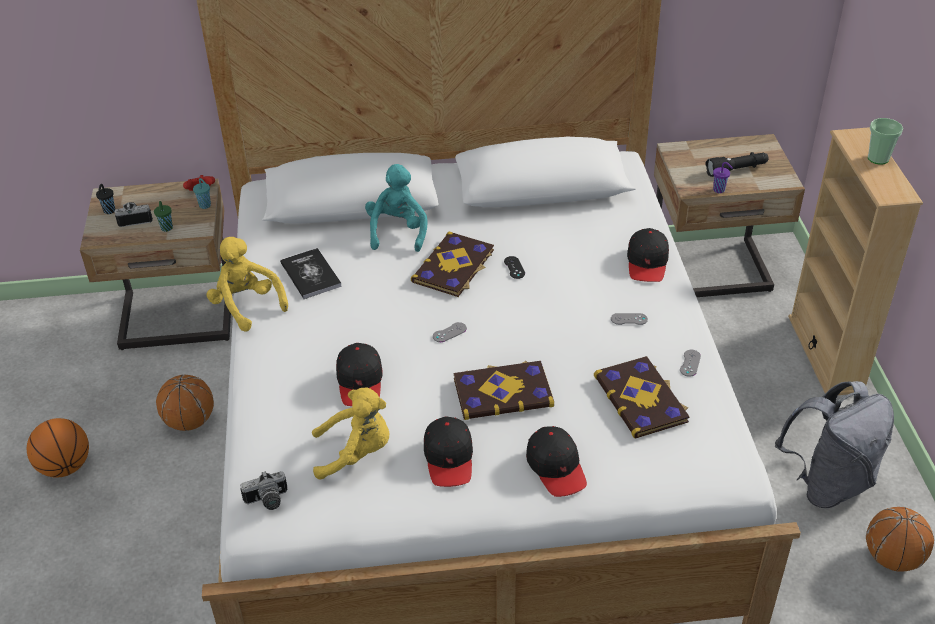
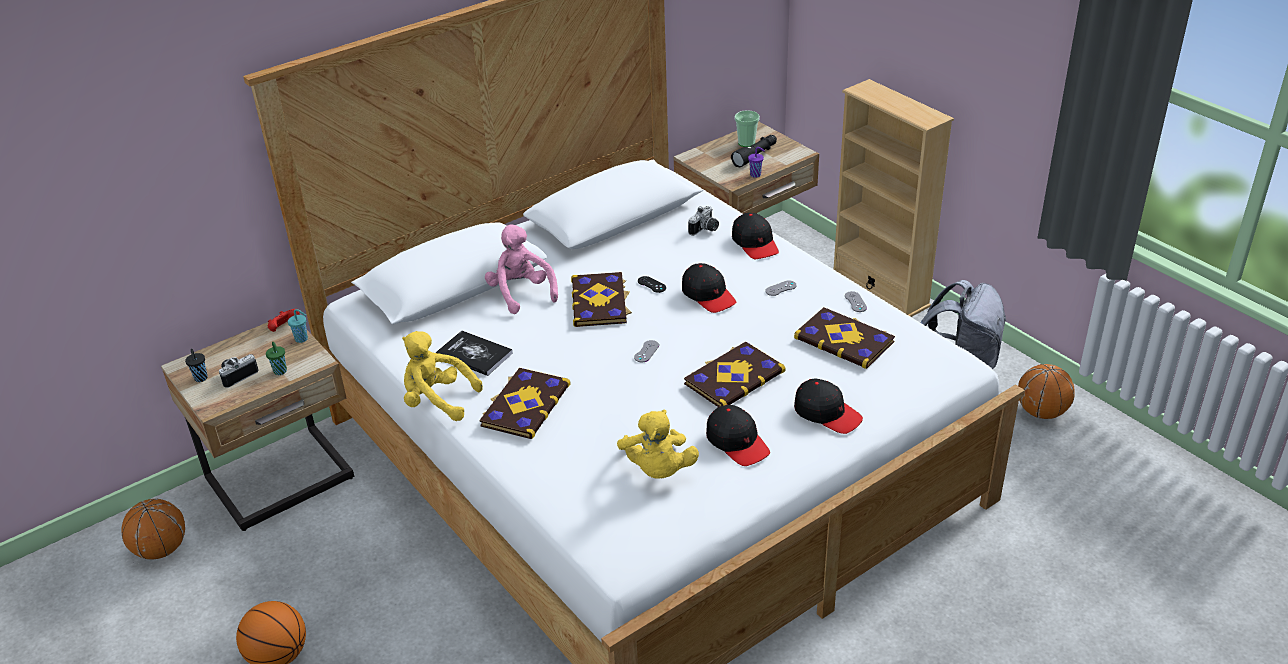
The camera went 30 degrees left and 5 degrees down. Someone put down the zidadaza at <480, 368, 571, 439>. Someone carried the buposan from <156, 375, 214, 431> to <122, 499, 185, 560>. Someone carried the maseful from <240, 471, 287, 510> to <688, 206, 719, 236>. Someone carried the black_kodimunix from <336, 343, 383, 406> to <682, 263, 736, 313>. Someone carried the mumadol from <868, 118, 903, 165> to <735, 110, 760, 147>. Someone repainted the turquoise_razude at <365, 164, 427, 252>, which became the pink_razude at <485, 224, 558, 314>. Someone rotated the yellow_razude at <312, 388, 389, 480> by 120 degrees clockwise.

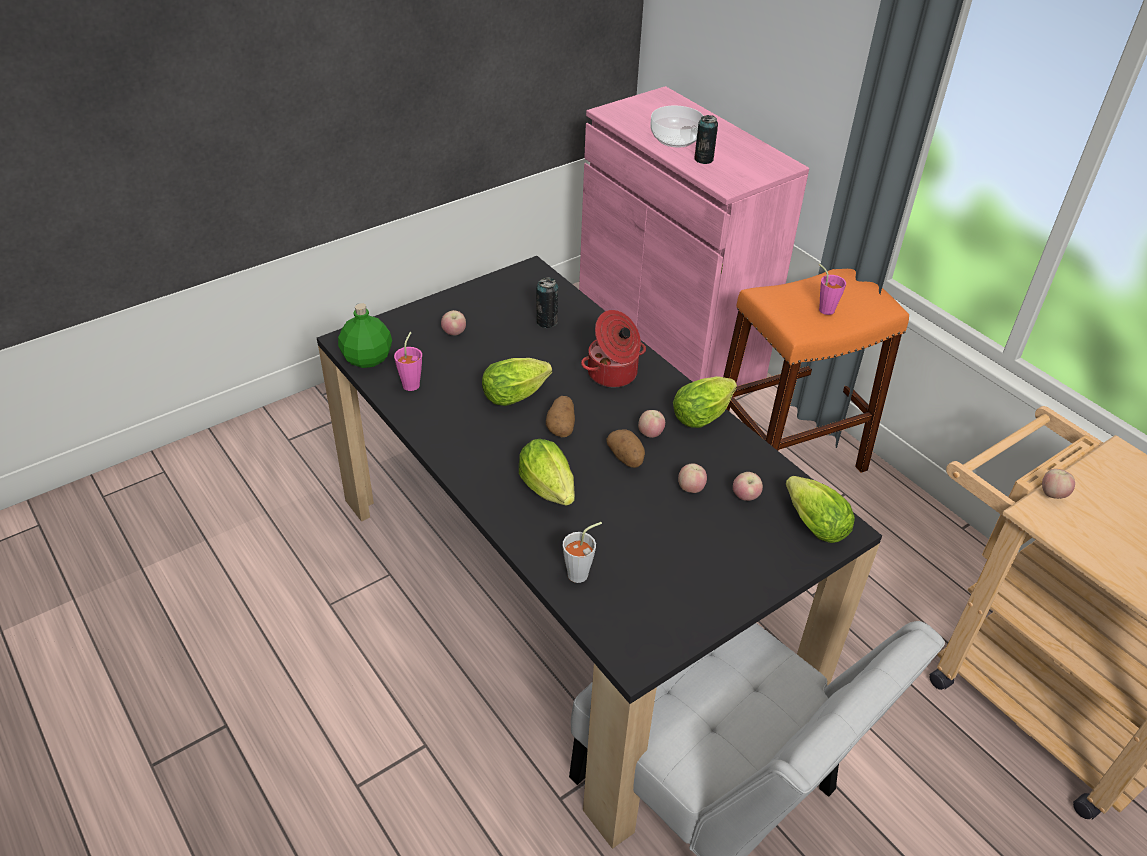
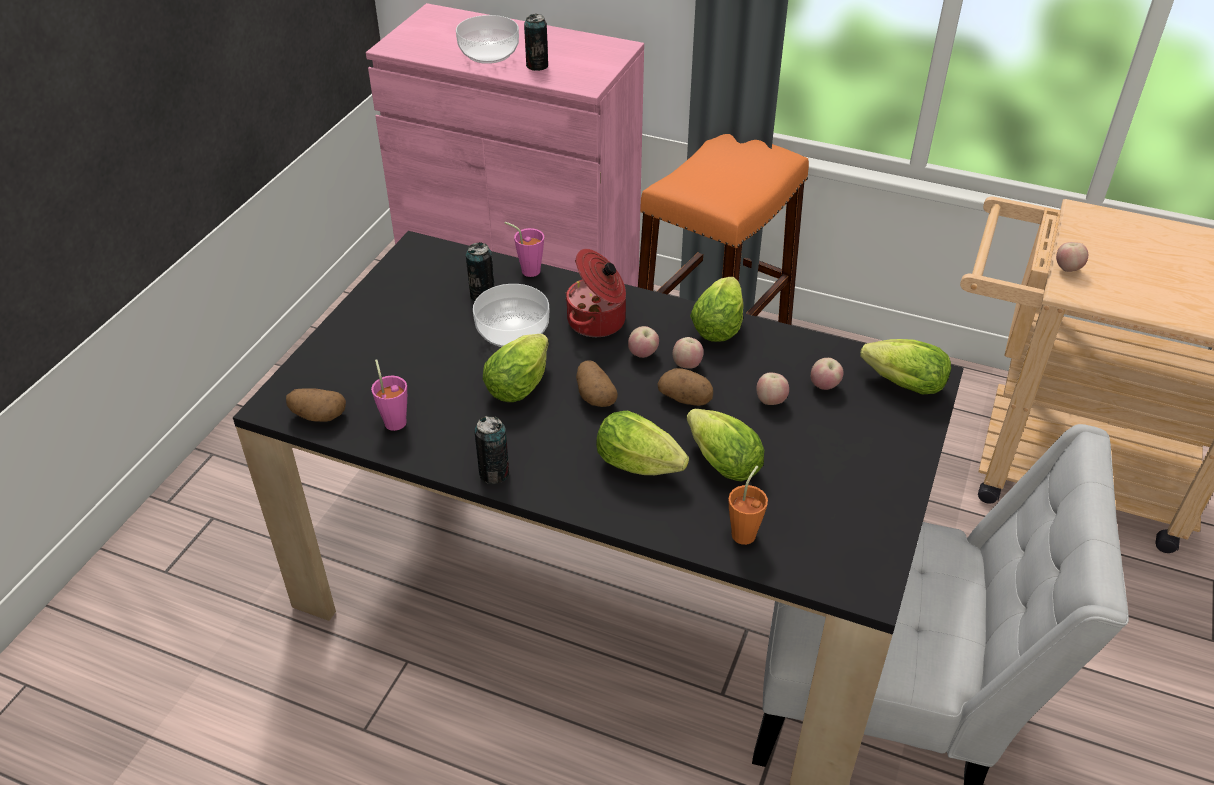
The camera went 30 degrees left and 0 degrees up. Someone put down the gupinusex at <473, 284, 549, 347>. Someone put down the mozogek at <475, 416, 510, 484>. Someone put down the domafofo at <687, 409, 765, 481>. Someone carried the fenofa from <441, 310, 466, 335> to <628, 326, 659, 358>. Someone carried the pink_mumadol from <819, 264, 846, 315> to <505, 222, 544, 277>. Someone swapped the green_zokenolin at <338, 303, 392, 368> for the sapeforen at <286, 388, 346, 422>. Someone repainted the grey_mumadol at <563, 522, 602, 583>, which became the orange_mumadol at <728, 466, 768, 545>.

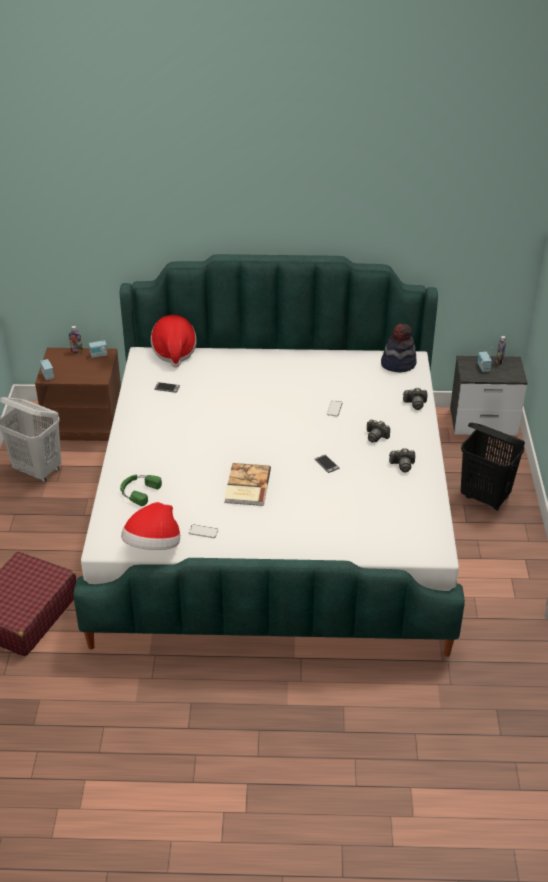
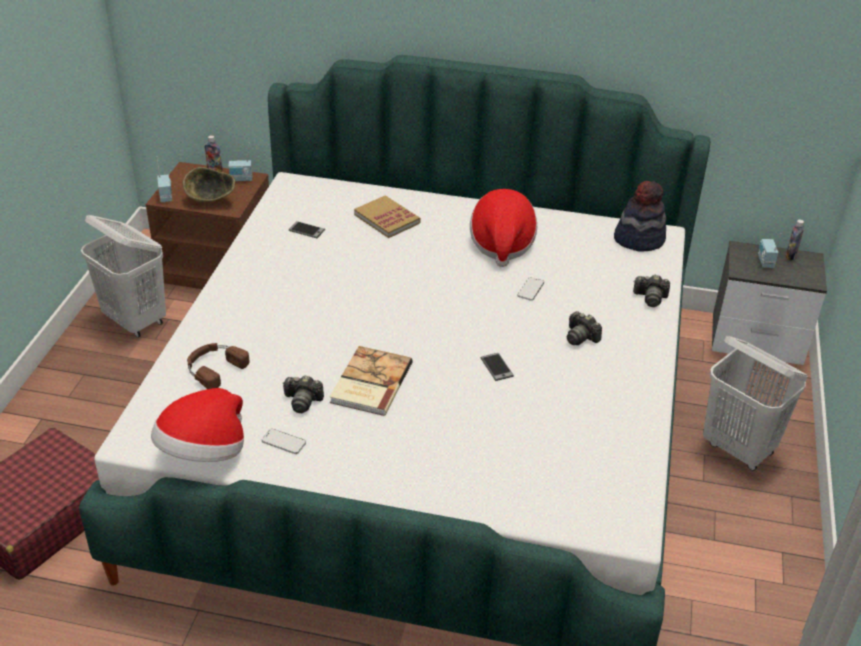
The camera went 10 degrees right and 0 degrees up. Someone put down the gupinusex at <183, 167, 235, 203>. Someone put down the zidadaza at <354, 195, 421, 238>. Someone carried the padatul from <151, 315, 197, 367> to <470, 189, 537, 267>. Someone carried the maseful from <389, 448, 415, 472> to <283, 375, 324, 413>. Someone repainted the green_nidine at <120, 475, 162, 506>, which became the brown_nidine at <187, 343, 249, 389>. Someone repainted the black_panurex at <461, 422, 525, 511>, which became the white_panurex at <703, 336, 808, 471>.

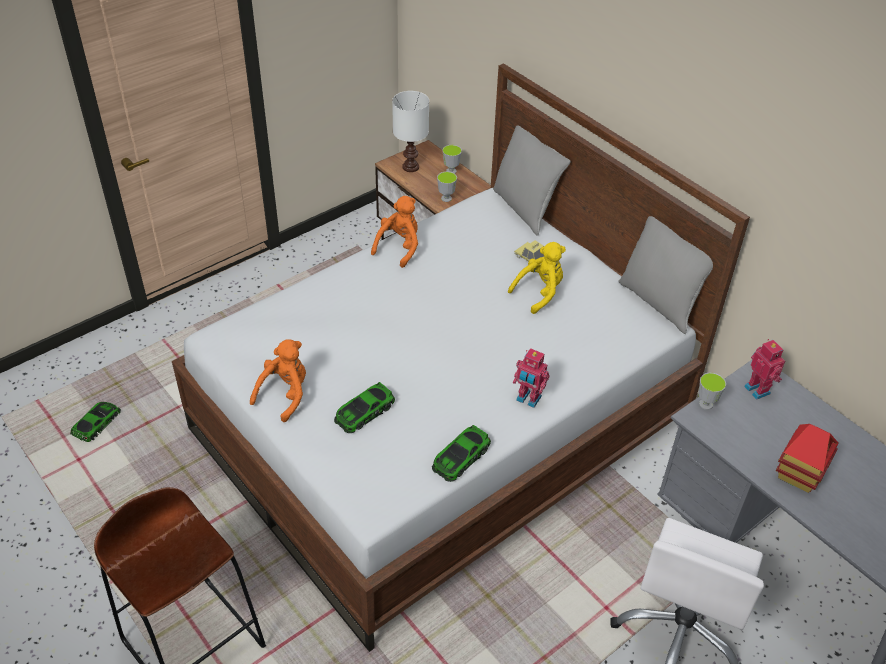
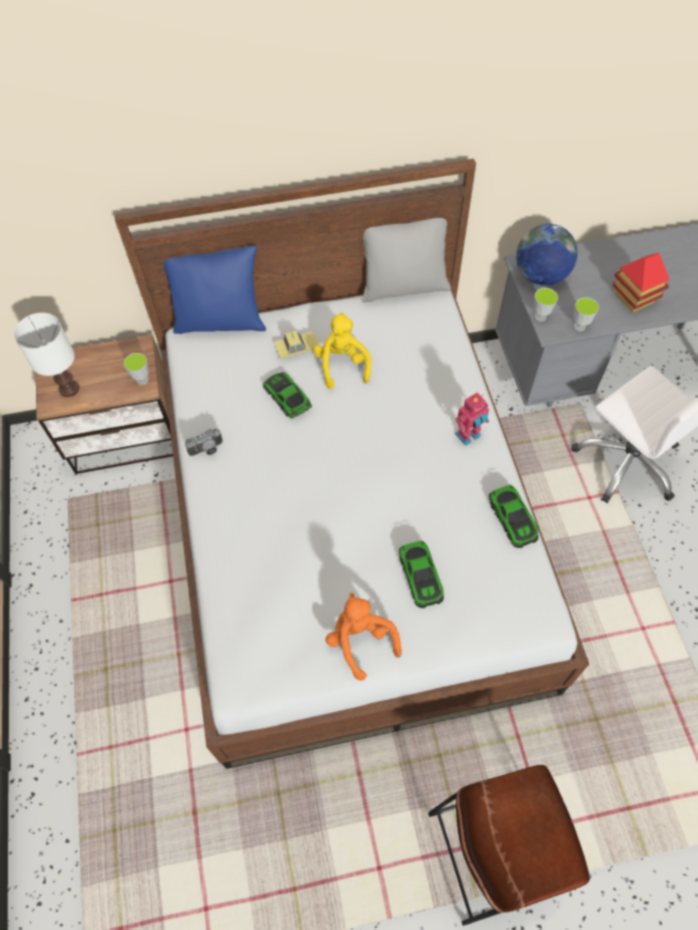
The camera went 60 degrees left and 15 degrees up. Someone carried the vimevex from <70, 402, 121, 442> to <263, 372, 312, 419>. Someone carried the mumadol from <442, 145, 462, 174> to <573, 297, 599, 331>. Someone swapped the orange_razude at <371, 196, 418, 268> for the maseful at <185, 428, 223, 456>. Someone swapped the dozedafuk at <744, 339, 785, 400> for the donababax at <516, 224, 578, 286>. Someone repainted the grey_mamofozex at <493, 126, 571, 236>, which became the blue_mamofozex at <164, 245, 266, 334>.

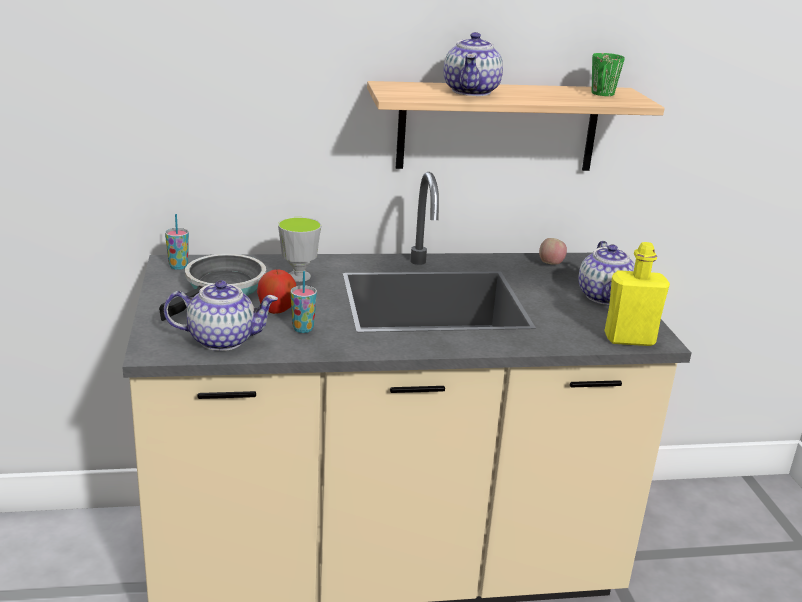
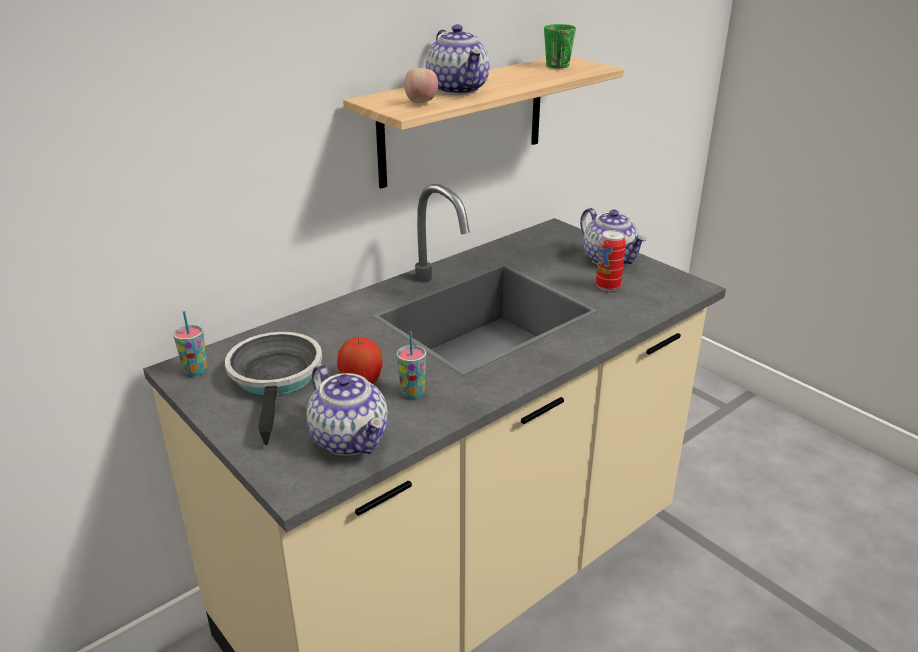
The camera went 30 degrees left and 5 degrees up. Someone took away the mumadol at <278, 217, 322, 282>. Someone took away the yellow_zokenolin at <604, 242, 670, 346>. Someone put down the mozogek at <596, 230, 626, 291>. Someone carried the fenofa from <539, 238, 567, 265> to <404, 68, 438, 103>. Someone rotated the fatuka at <164, 280, 278, 351> by 90 degrees clockwise.

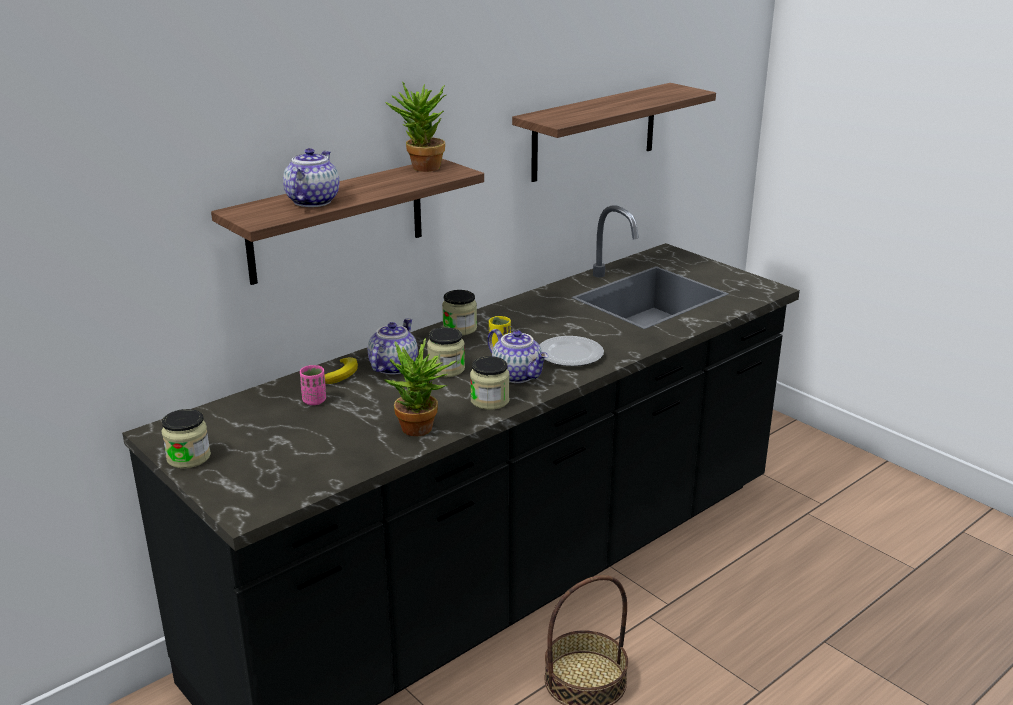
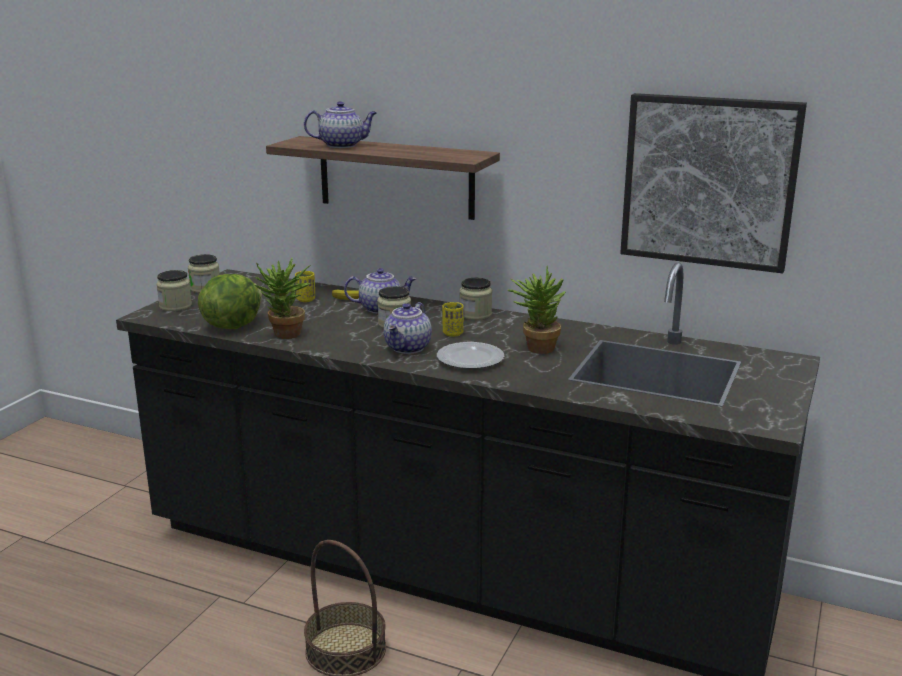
The camera went 65 degrees right and 5 degrees down. Someone put down the domafofo at <198, 274, 262, 329>. Someone carried the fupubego from <385, 82, 446, 172> to <508, 266, 566, 354>. Someone carried the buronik from <470, 356, 510, 410> to <156, 270, 192, 311>. Someone swapped the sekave at <512, 83, 716, 182> for the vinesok at <620, 93, 807, 273>. Someone repainted the pink_mumadol at <300, 365, 326, 405>, which became the yellow_mumadol at <295, 271, 315, 302>.

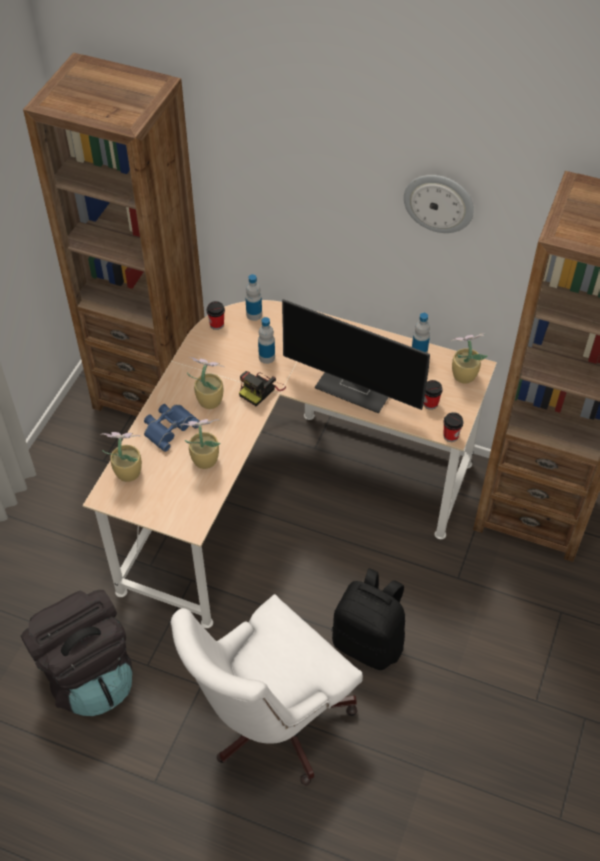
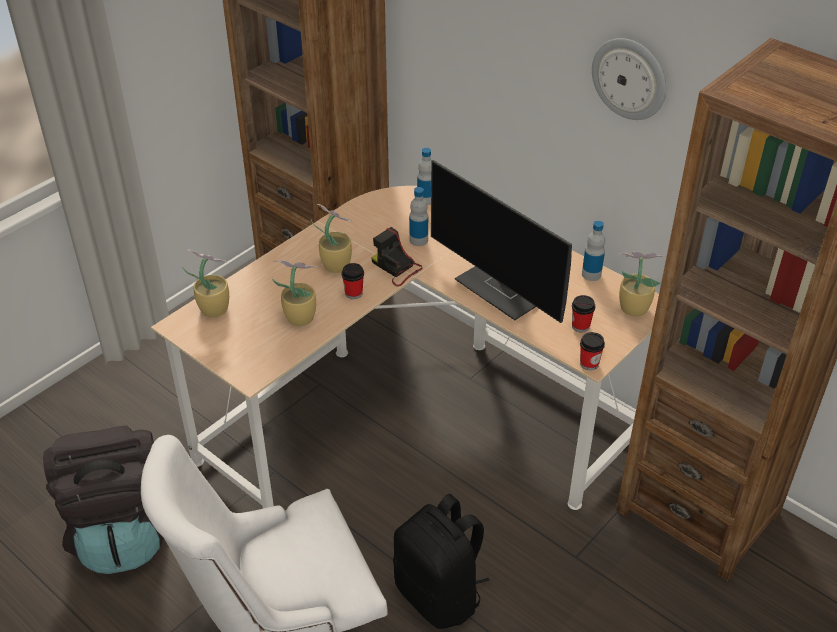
The camera went 20 degrees right and 10 degrees down. Someone took away the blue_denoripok at <144, 404, 200, 452>. Someone carried the mumadol from <207, 301, 225, 330> to <342, 263, 364, 299>. Someone rotated the maseful at <239, 371, 286, 406> by 75 degrees clockwise.

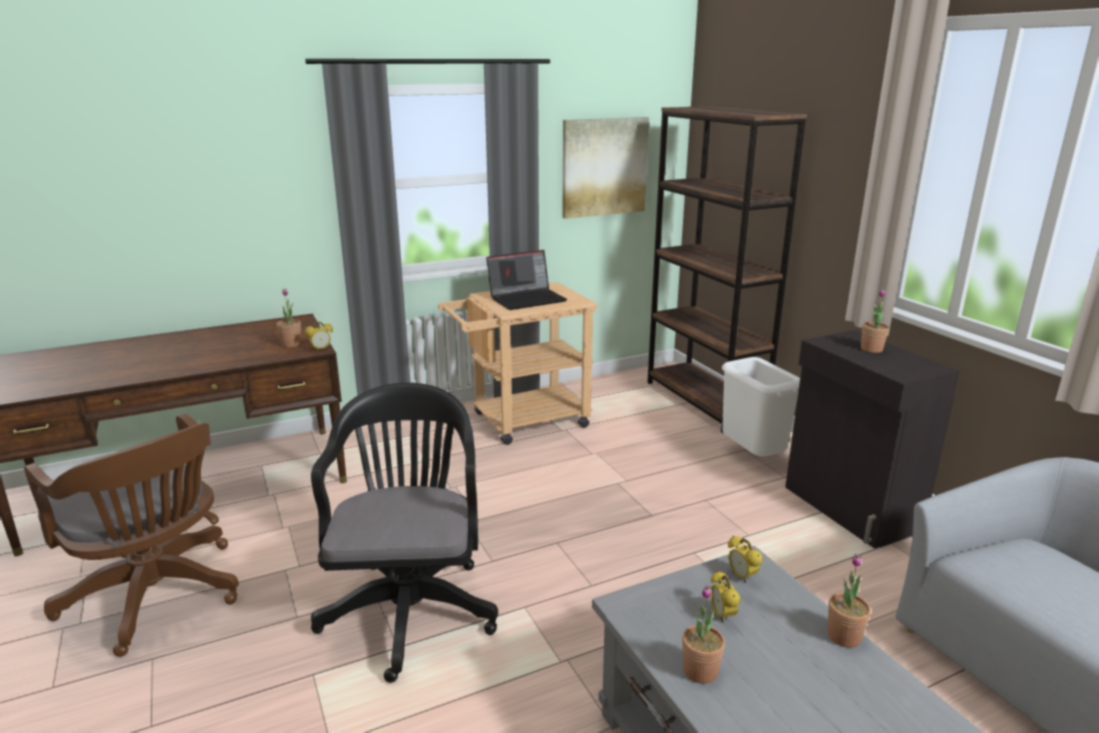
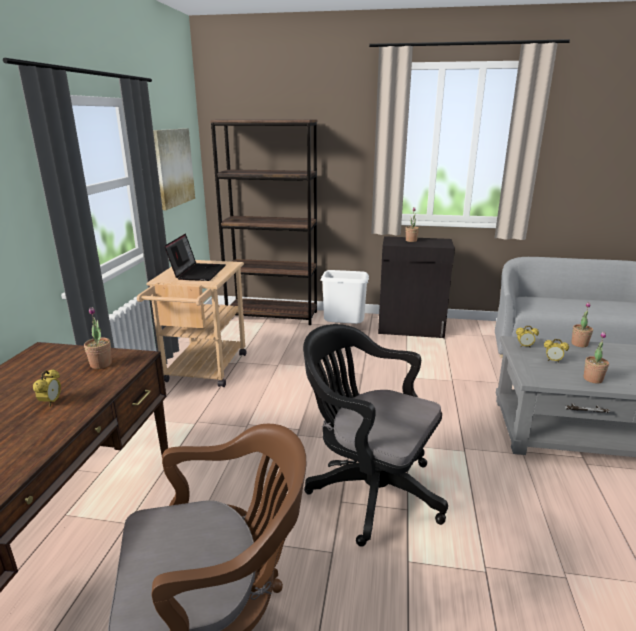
The camera went 55 degrees left and 0 degrees up. Someone carried the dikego from <305, 322, 333, 351> to <33, 369, 61, 407>.

